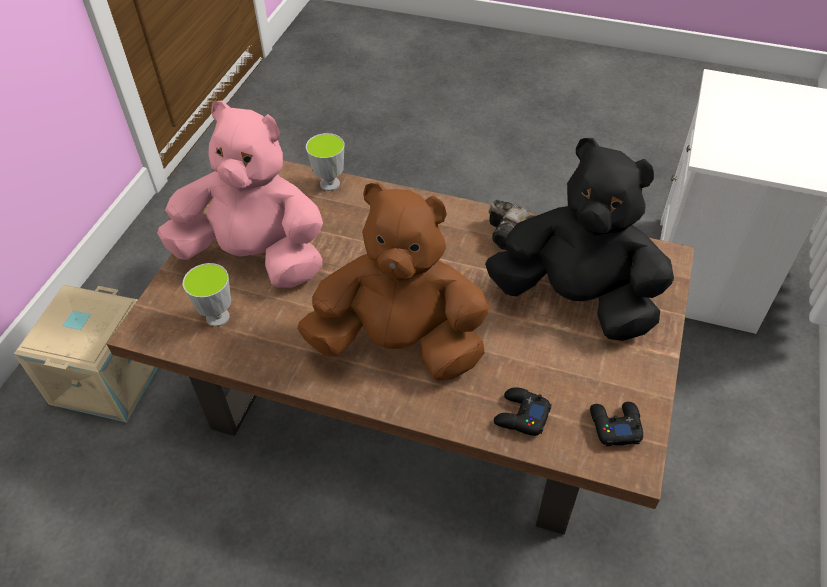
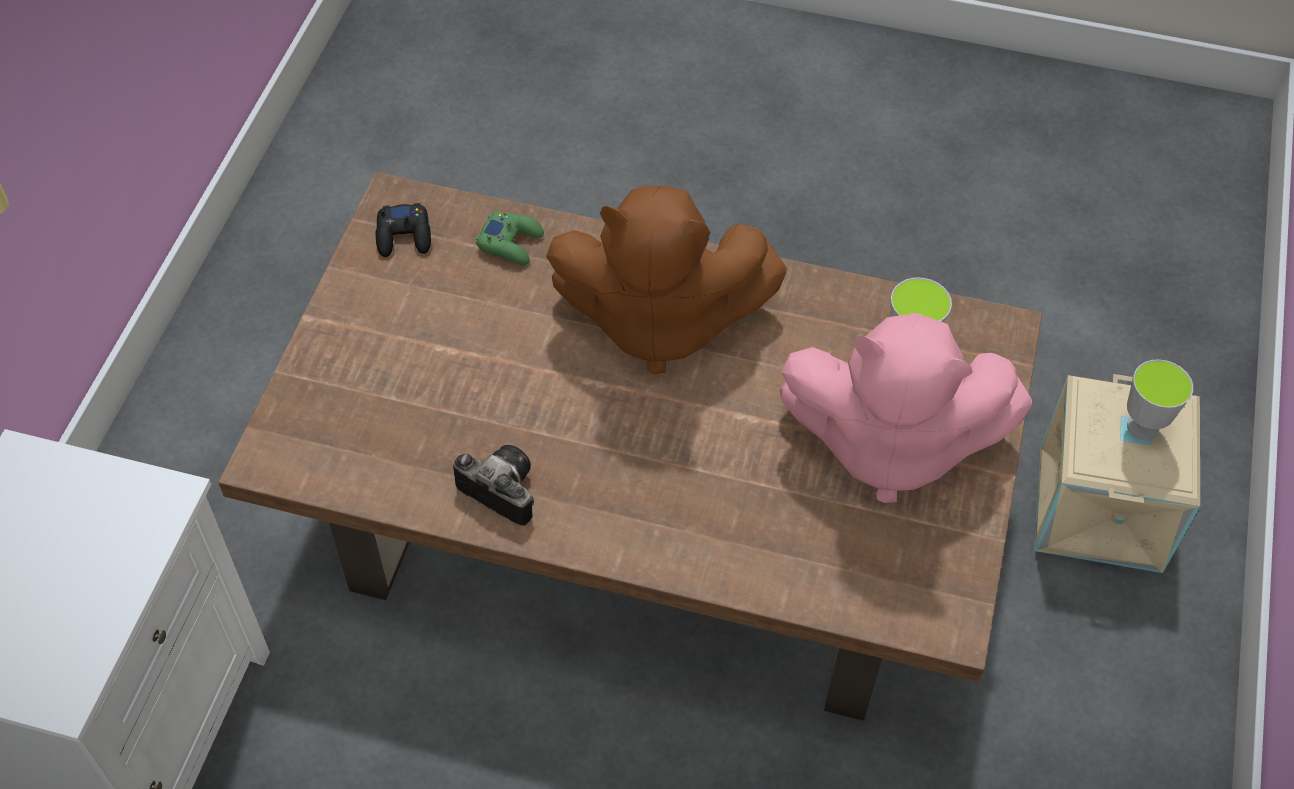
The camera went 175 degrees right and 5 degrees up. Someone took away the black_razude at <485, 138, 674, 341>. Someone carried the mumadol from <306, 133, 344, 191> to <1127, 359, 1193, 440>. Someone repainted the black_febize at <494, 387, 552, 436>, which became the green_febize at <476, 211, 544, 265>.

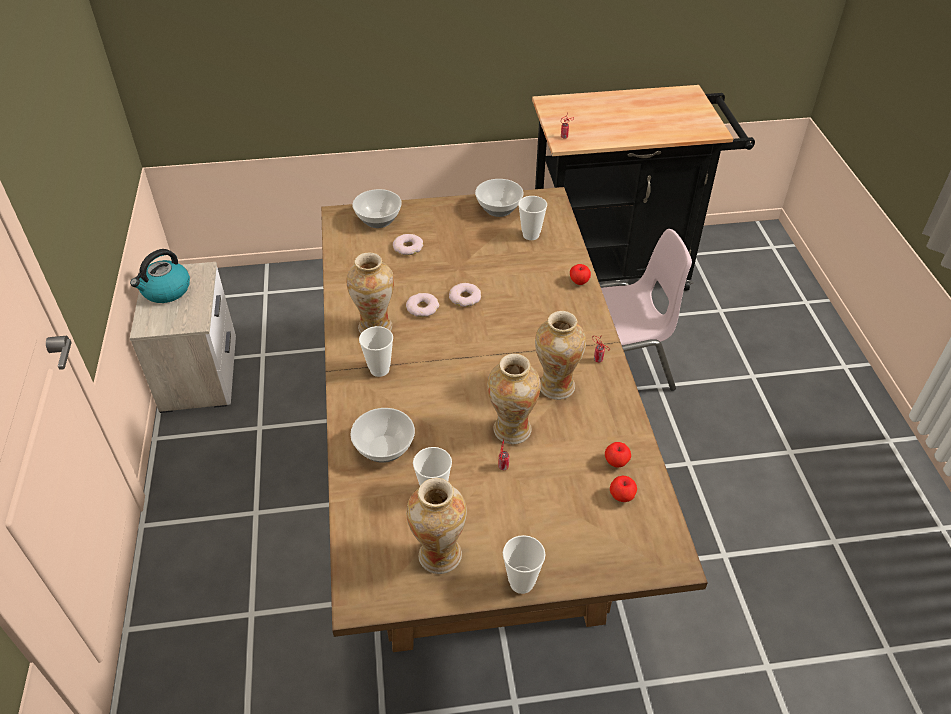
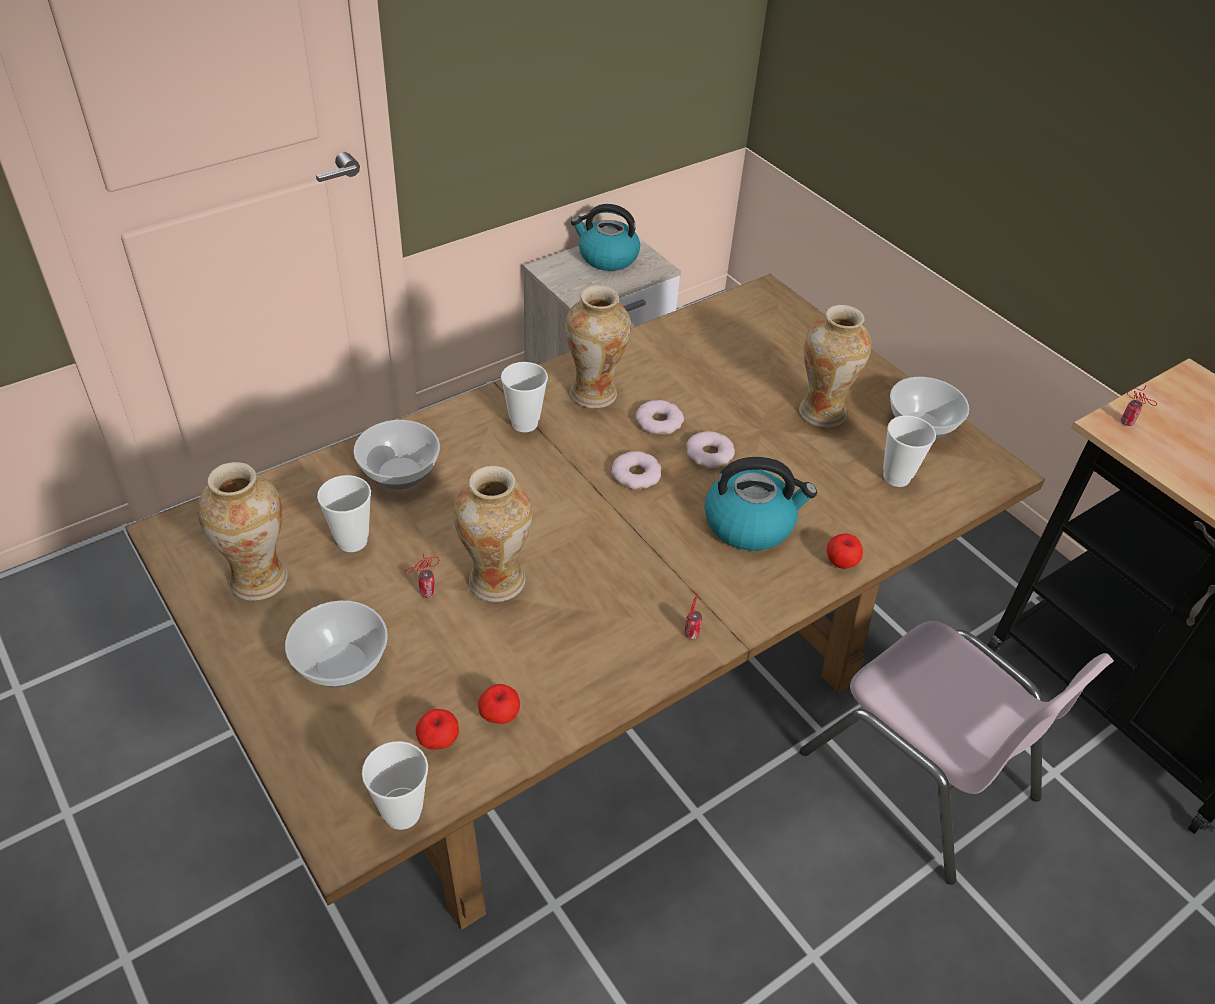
The camera went 60 degrees right and 0 degrees up. Someone put down the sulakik at <705, 457, 817, 551>. Someone carried the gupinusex from <352, 189, 402, 228> to <285, 601, 388, 688>. Someone carried the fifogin from <393, 234, 423, 255> to <611, 451, 661, 489>. Someone carried the mumadol from <503, 535, 545, 594> to <362, 741, 428, 830>. Someone carried the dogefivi from <535, 311, 586, 400> to <799, 305, 871, 428>.

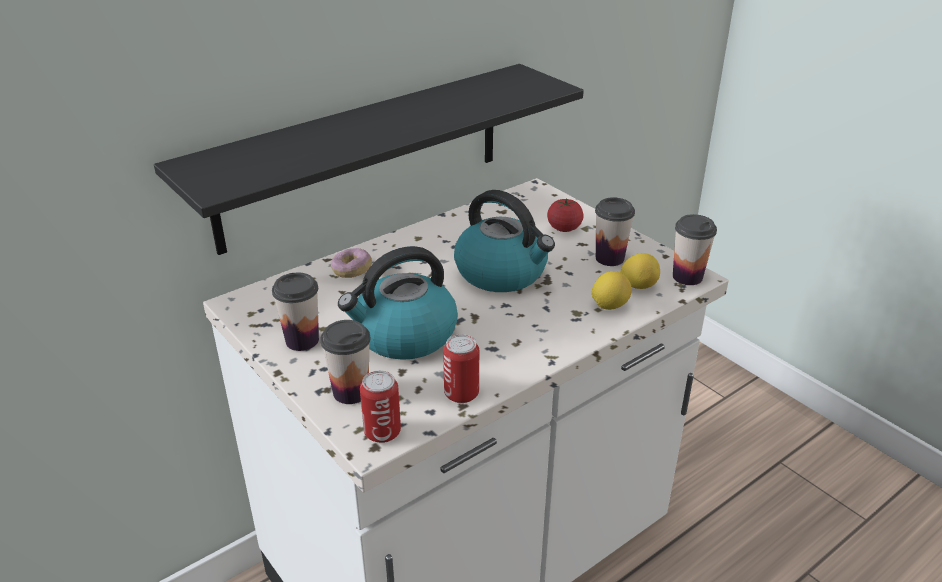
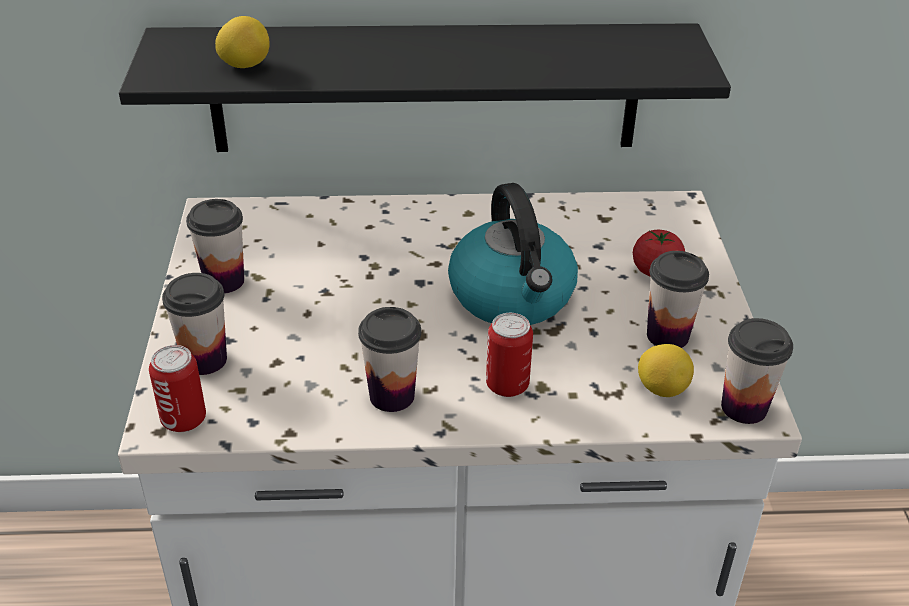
The camera went 35 degrees right and 5 degrees up. Someone took away the fifogin at <331, 248, 372, 278>. Someone took away the sulakik at <338, 246, 458, 360>. Someone put down the mumadol at <358, 307, 421, 412>. Someone carried the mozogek from <443, 334, 479, 403> to <486, 313, 533, 397>. Someone carried the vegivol from <592, 271, 632, 310> to <215, 16, 270, 68>.

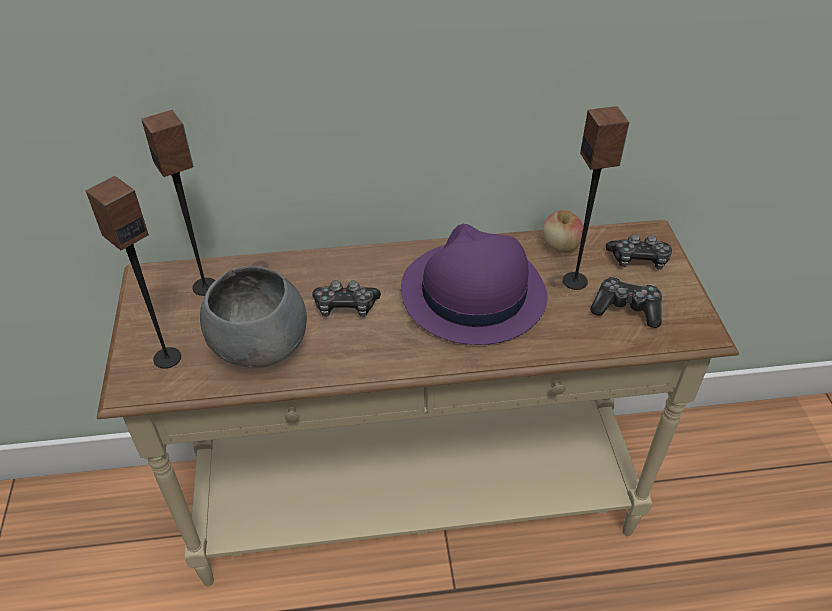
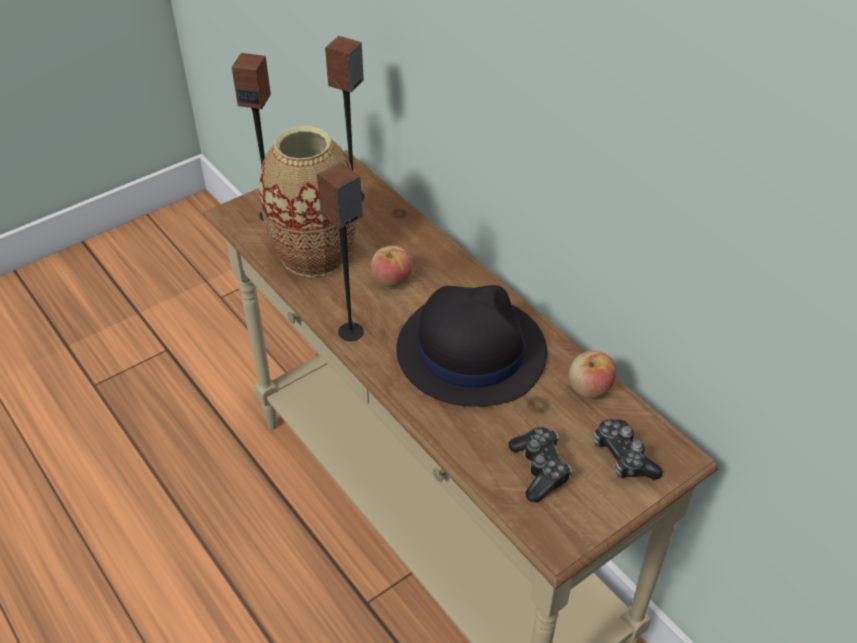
The camera went 60 degrees right and 0 degrees up. Someone carried the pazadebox from <563, 106, 630, 290> to <317, 162, 364, 341>. Someone swapped the grey_gupinusex at <200, 266, 307, 368> for the dogefivi at <259, 126, 357, 277>. Someone swapped the febize at <312, 280, 381, 317> for the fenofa at <371, 246, 413, 287>. Someone repainted the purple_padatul at <401, 224, 548, 345>, which became the black_padatul at <396, 285, 547, 407>.

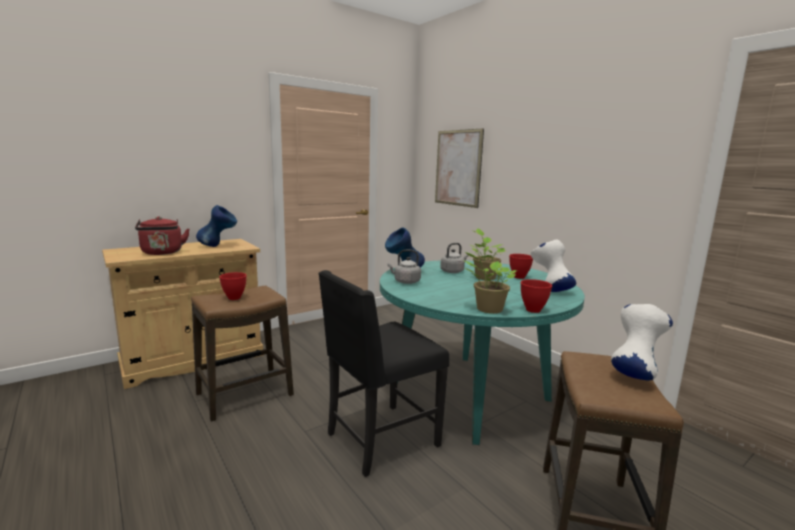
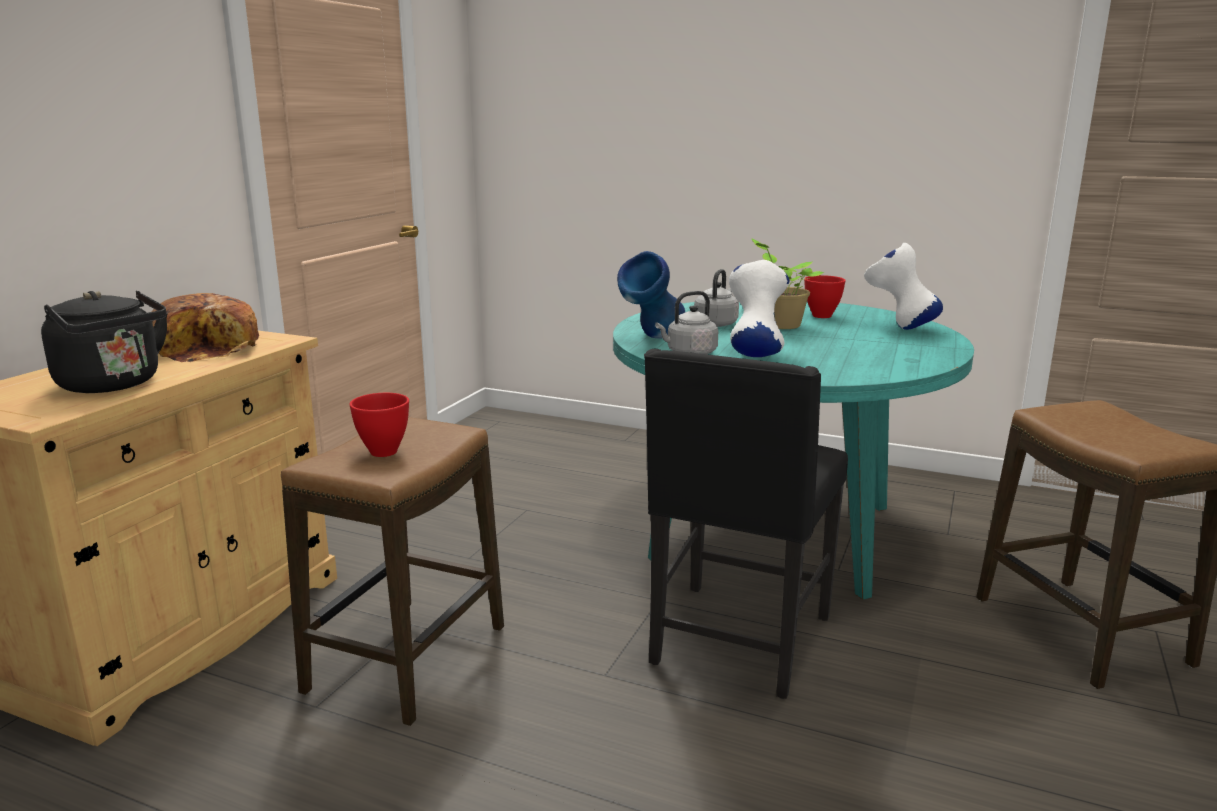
The camera went 30 degrees left and 5 degrees up. Someone took away the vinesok at <435, 128, 484, 208>. Someone took away the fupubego at <463, 252, 517, 314>. Someone took away the red_gupinusex at <521, 279, 552, 313>. Someone carried the white_dogefivi from <611, 304, 673, 381> to <729, 260, 789, 357>. Someone swapped the blue_dogefivi at <196, 205, 237, 247> for the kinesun at <152, 293, 259, 362>. Someone repainted the red_sulakik at <135, 216, 190, 255>, which became the black_sulakik at <41, 291, 168, 393>.

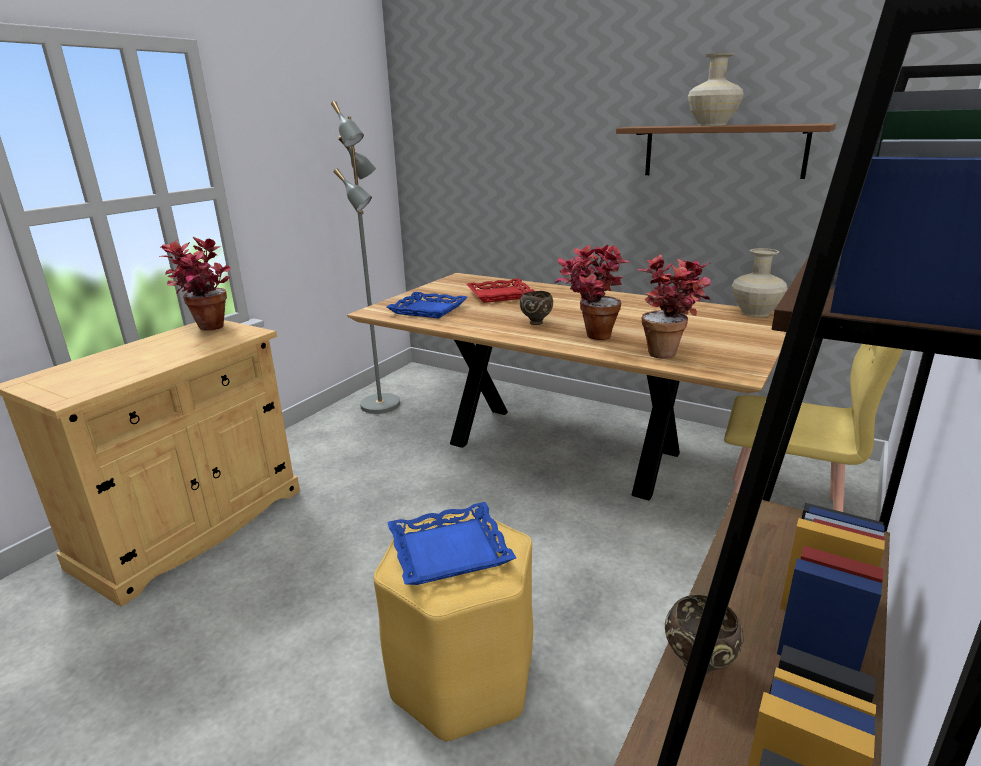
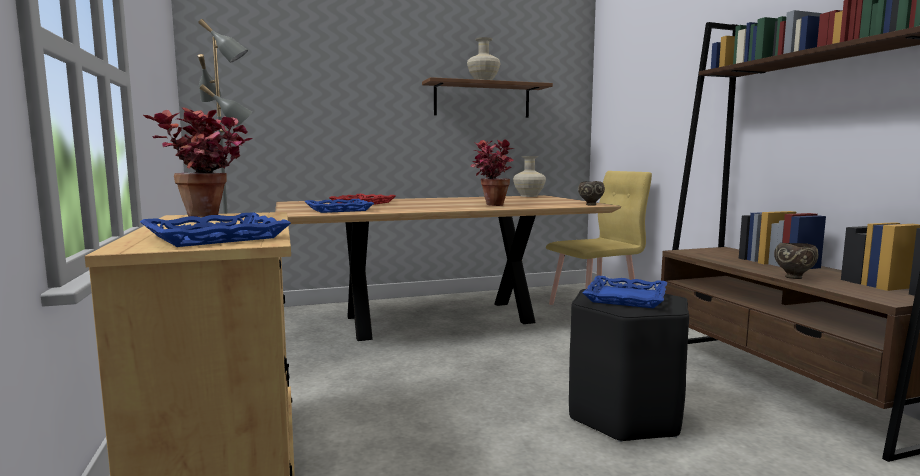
The camera went 50 degrees left and 15 degrees down. Someone took away the fupubego at <637, 254, 711, 359>. Someone put down the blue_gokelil at <140, 212, 291, 247>. Someone carried the brown_gupinusex from <520, 291, 553, 325> to <578, 181, 605, 206>. Someone repainted the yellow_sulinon at <374, 510, 533, 742>, which became the black_sulinon at <569, 287, 689, 442>.

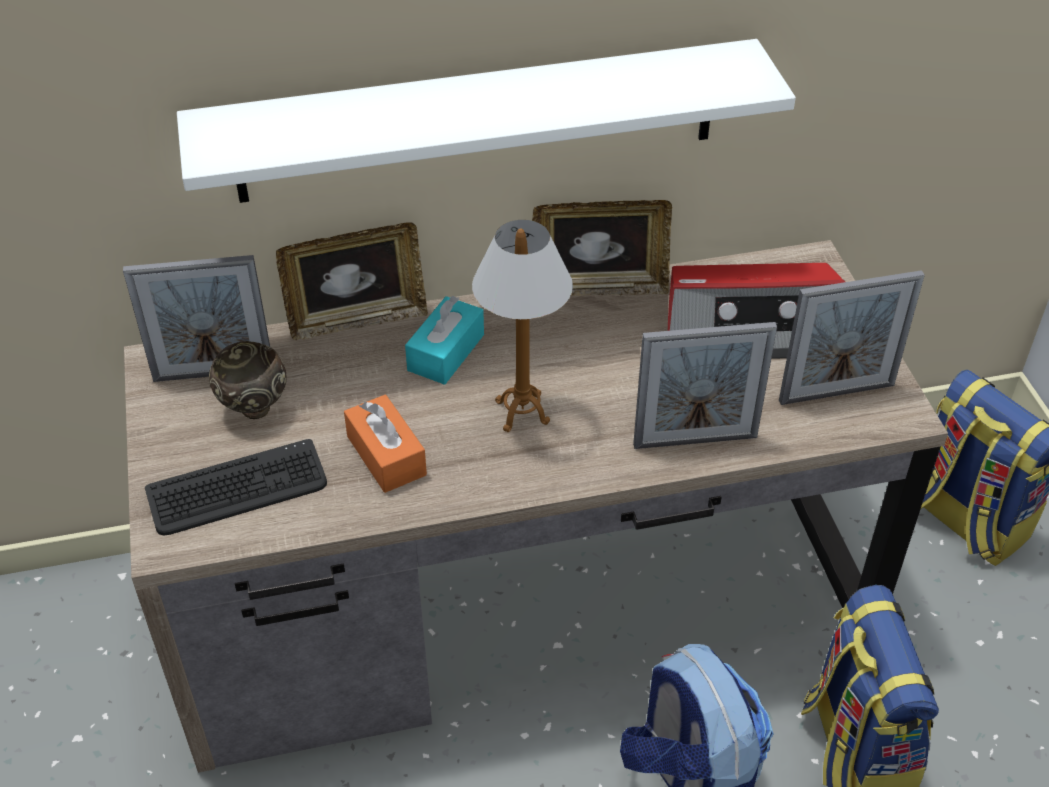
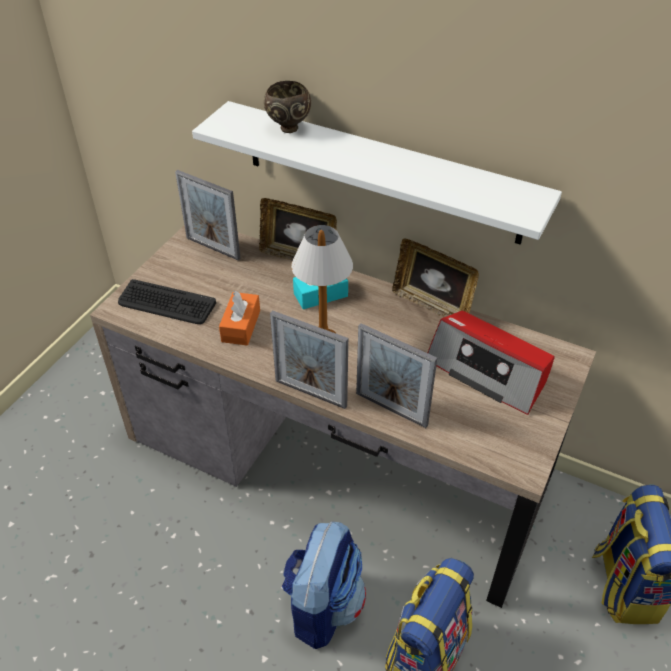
The camera went 40 degrees right and 0 degrees up. Someone carried the brown_gupinusex from <209, 341, 287, 419> to <264, 81, 311, 133>. Someone carried the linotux from <779, 270, 925, 405> to <270, 310, 348, 409>.

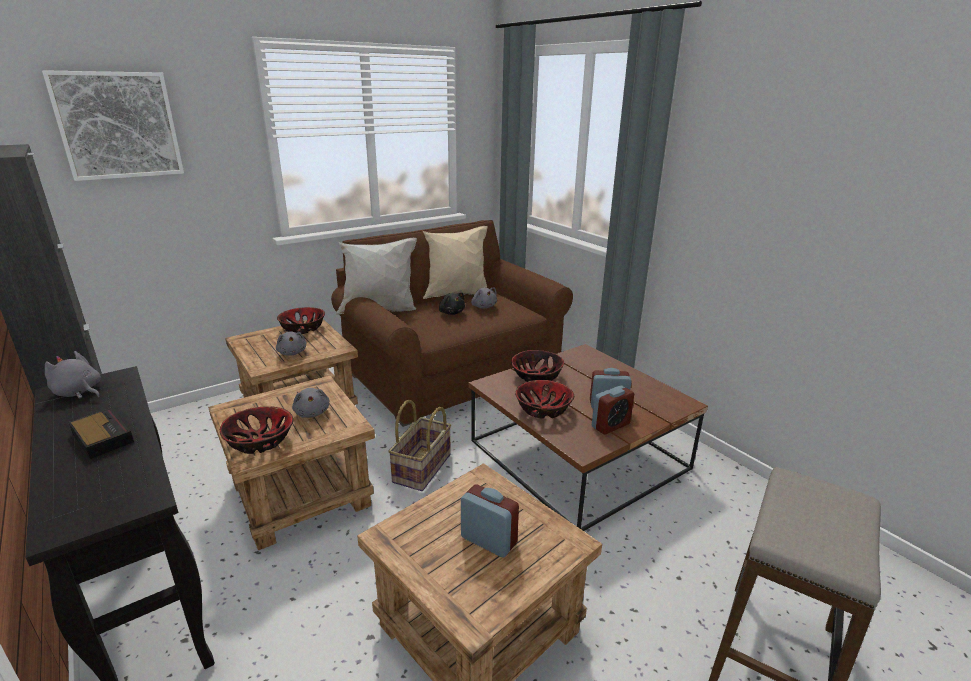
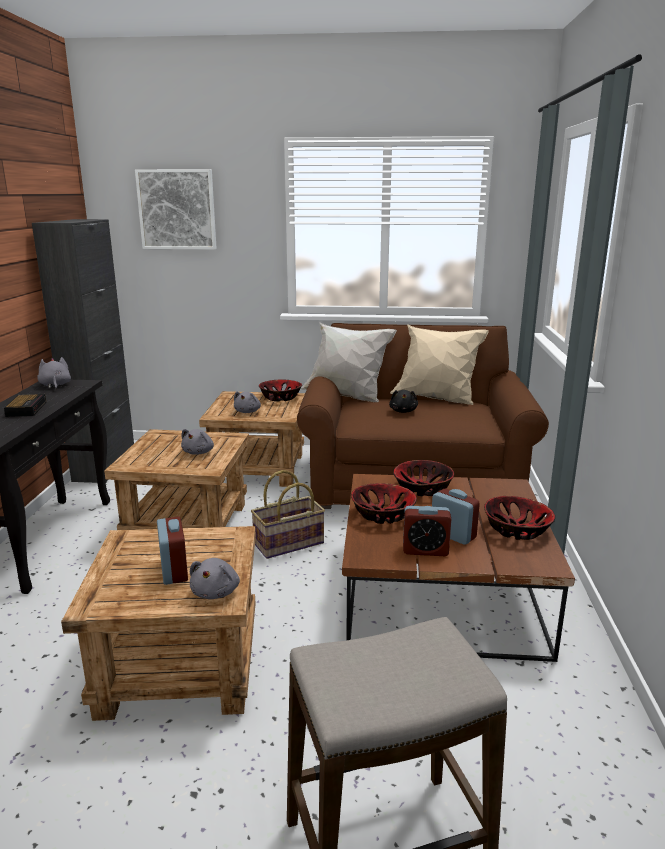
The camera went 40 degrees right and 5 degrees down. Someone carried the gupinusex from <220, 406, 293, 454> to <484, 496, 555, 540>. Someone carried the grey_razude from <471, 287, 497, 309> to <190, 558, 240, 599>.

